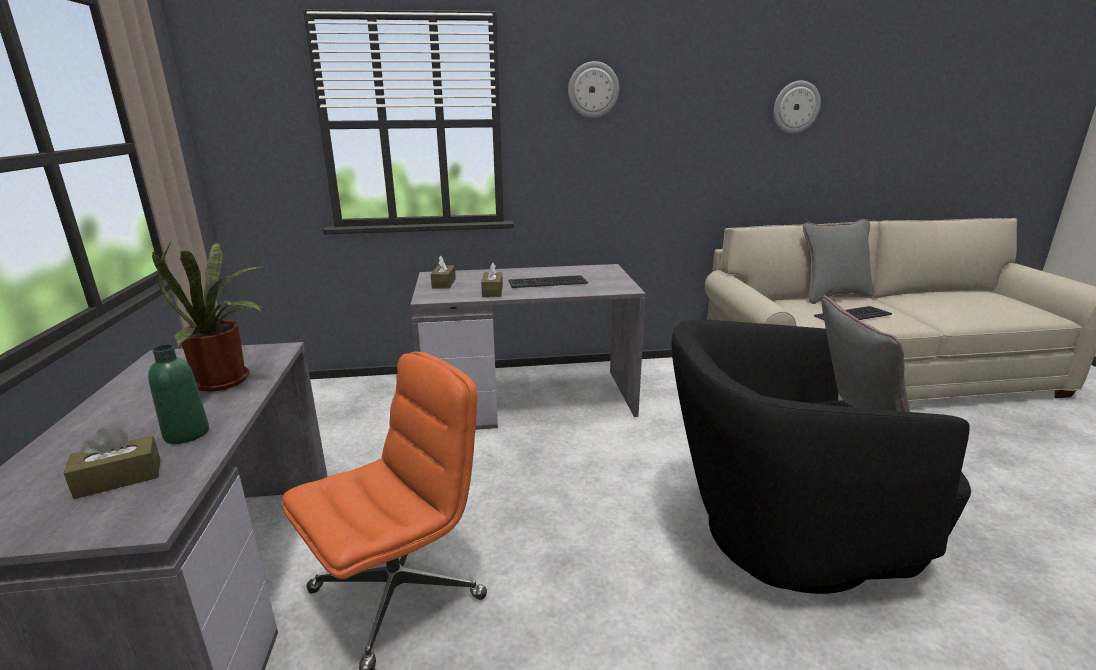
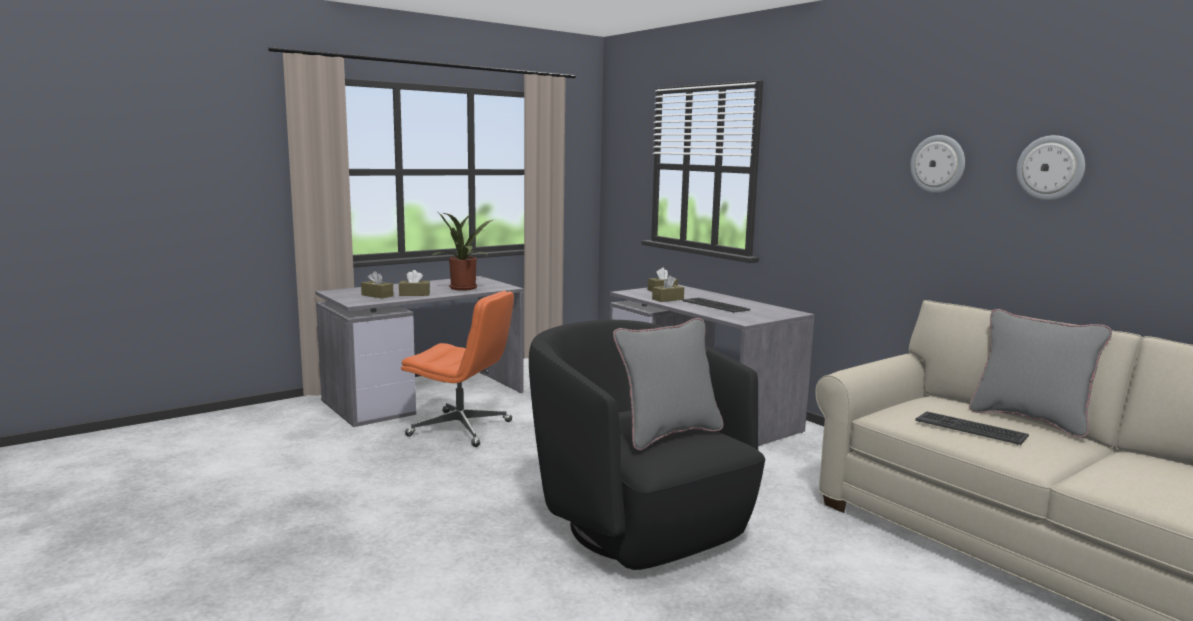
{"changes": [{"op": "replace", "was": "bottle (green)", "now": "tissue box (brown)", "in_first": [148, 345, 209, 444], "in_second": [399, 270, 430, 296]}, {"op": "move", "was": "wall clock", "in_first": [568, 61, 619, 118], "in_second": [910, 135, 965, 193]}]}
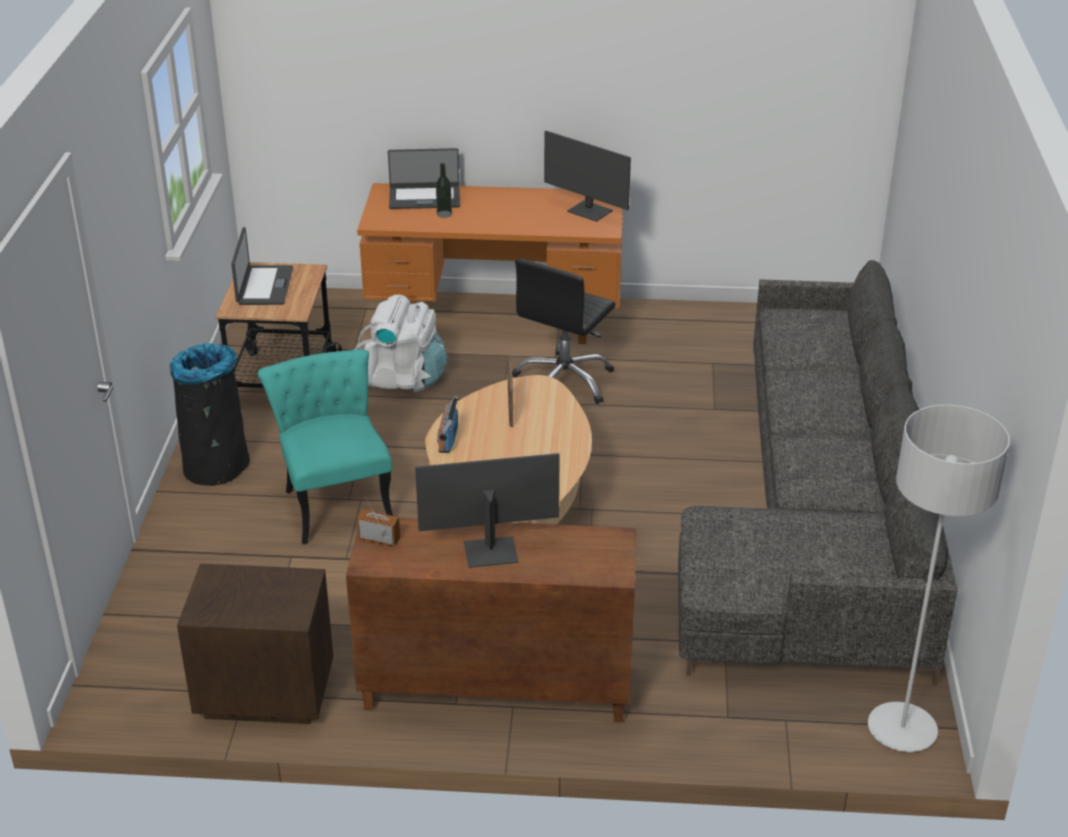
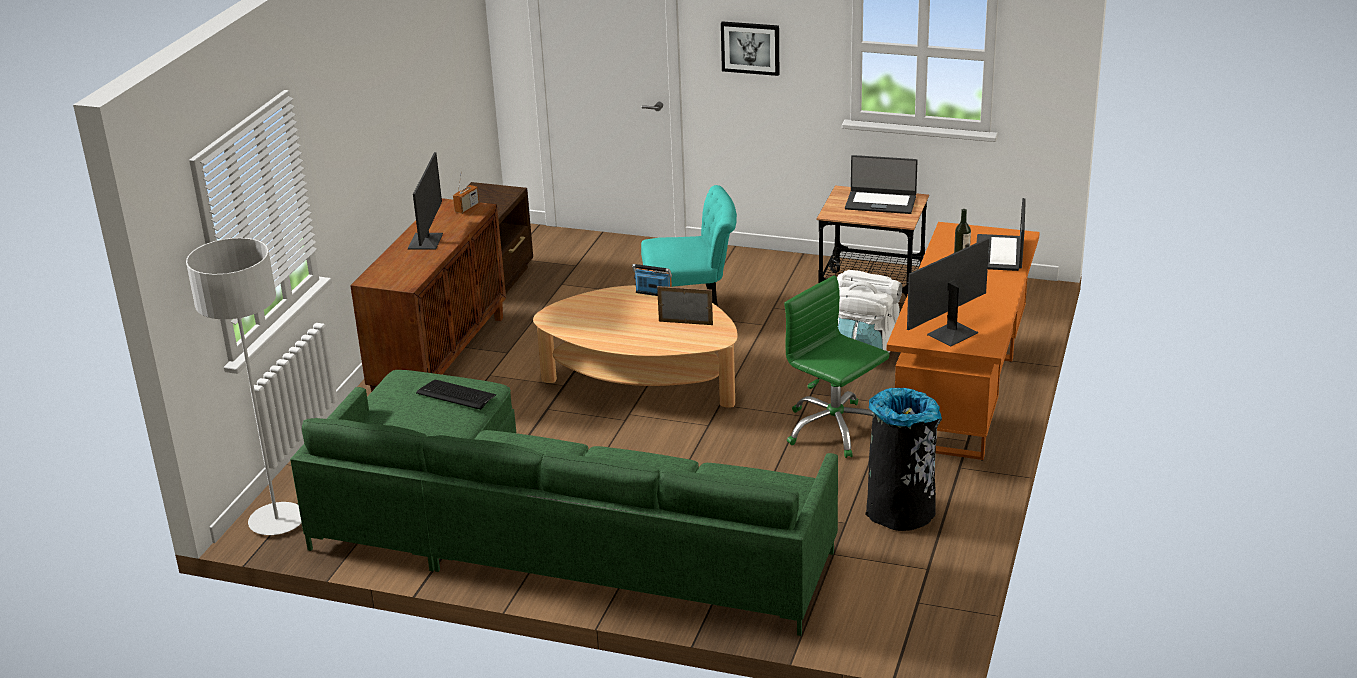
{"changes": [{"op": "recolor", "was": "sofa (grey)", "now": "sofa (green)", "in_first": [678, 260, 958, 686], "in_second": [290, 370, 838, 636]}, {"op": "insert", "now": "keyboard", "in_second": [416, 379, 496, 409]}, {"op": "insert", "now": "picture", "in_second": [721, 21, 779, 76]}, {"op": "recolor", "was": "office chair (black)", "now": "office chair (green)", "in_first": [512, 259, 615, 404], "in_second": [784, 275, 890, 458]}, {"op": "move", "was": "trash can (black)", "in_first": [170, 343, 250, 486], "in_second": [865, 388, 942, 531]}]}
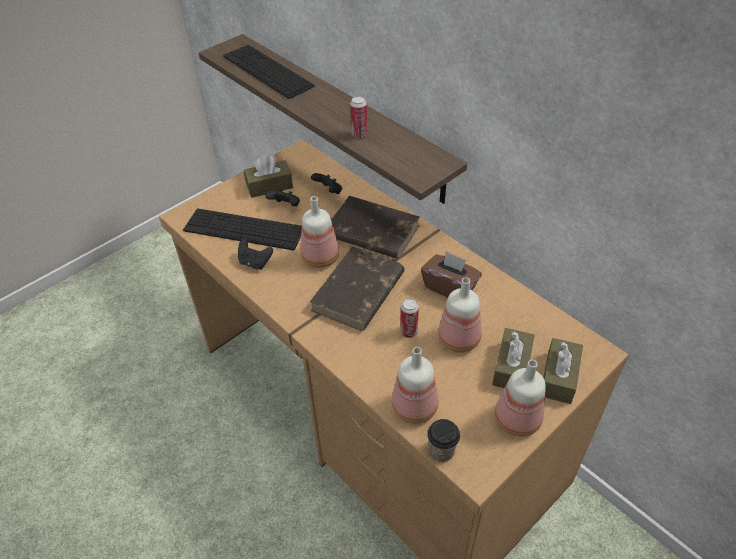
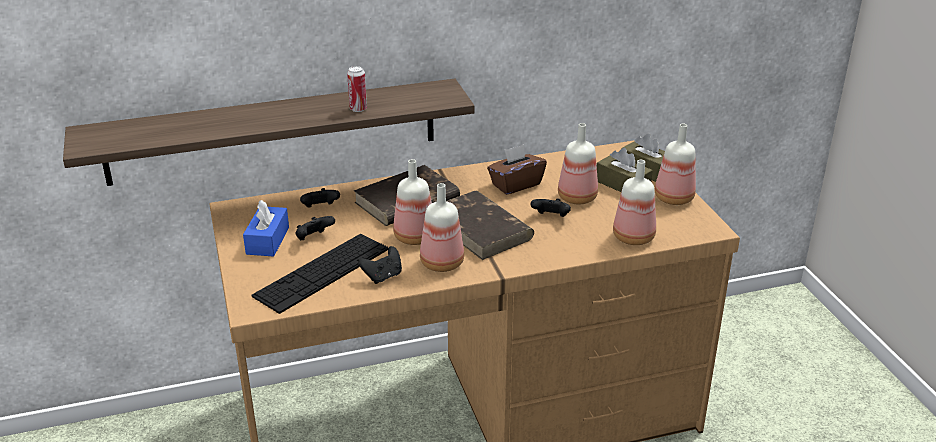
{"changes": [{"op": "recolor", "was": "tissue box (brown)", "now": "tissue box (blue)", "in_first": [244, 155, 293, 198], "in_second": [243, 200, 289, 257]}, {"op": "insert", "now": "bottle", "in_second": [420, 183, 464, 272]}, {"op": "replace", "was": "can", "now": "game controller (black)", "in_first": [400, 298, 419, 338], "in_second": [530, 199, 571, 217]}, {"op": "delete", "was": "keyboard", "in_first": [223, 45, 315, 99]}, {"op": "delete", "was": "cup", "in_first": [427, 419, 460, 462]}]}
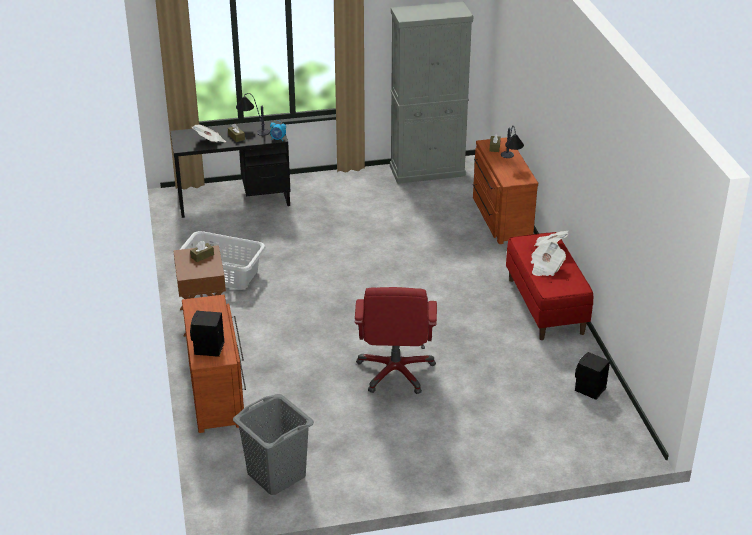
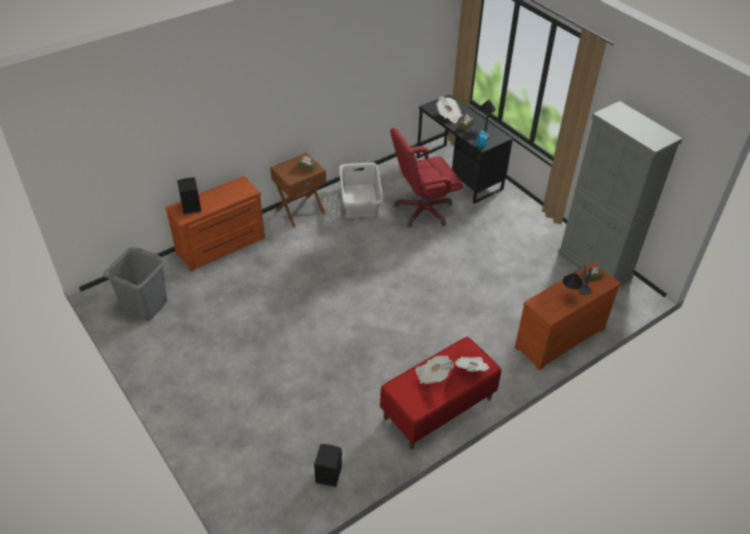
{"changes": [{"op": "move", "was": "office chair (red)", "in_first": [355, 287, 437, 394], "in_second": [390, 128, 463, 227]}]}
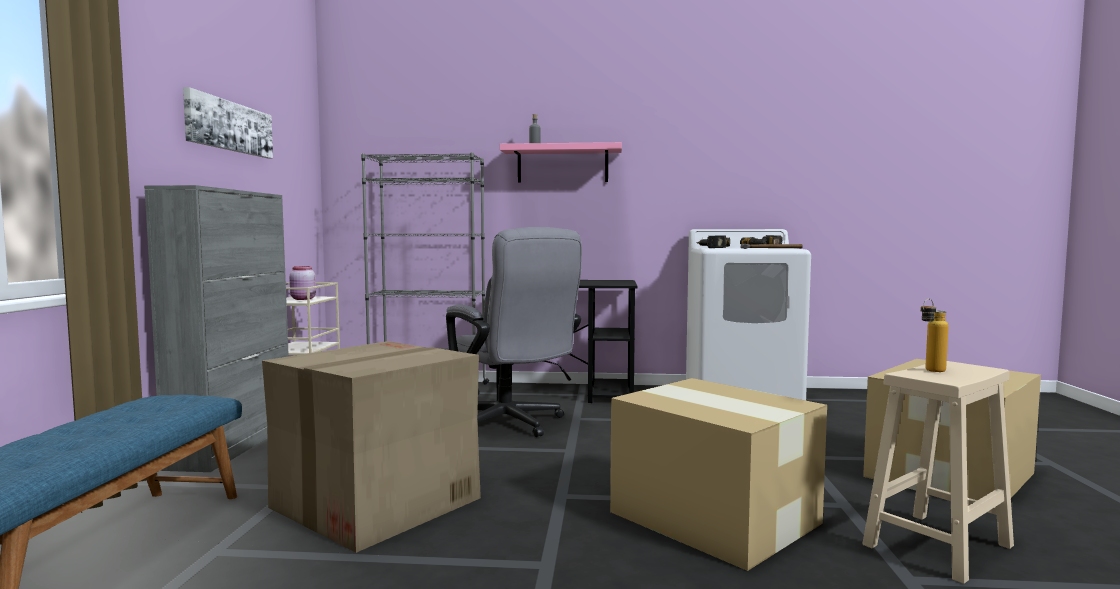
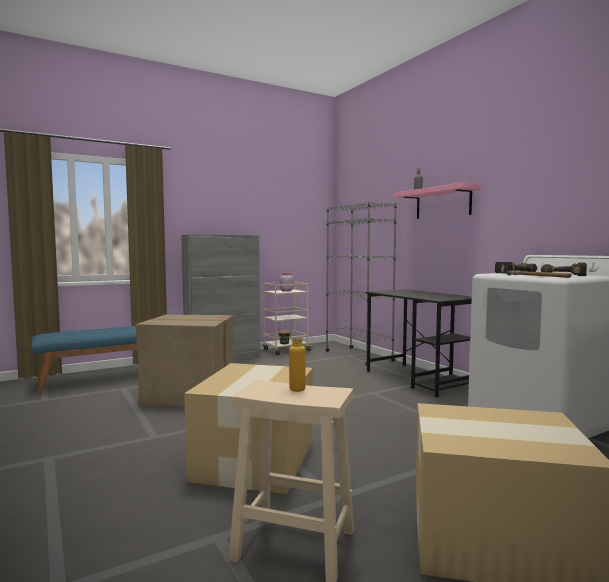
{"changes": [{"op": "delete", "was": "picture", "in_first": [183, 87, 273, 158]}, {"op": "delete", "was": "office chair (grey)", "in_first": [446, 227, 582, 437]}]}
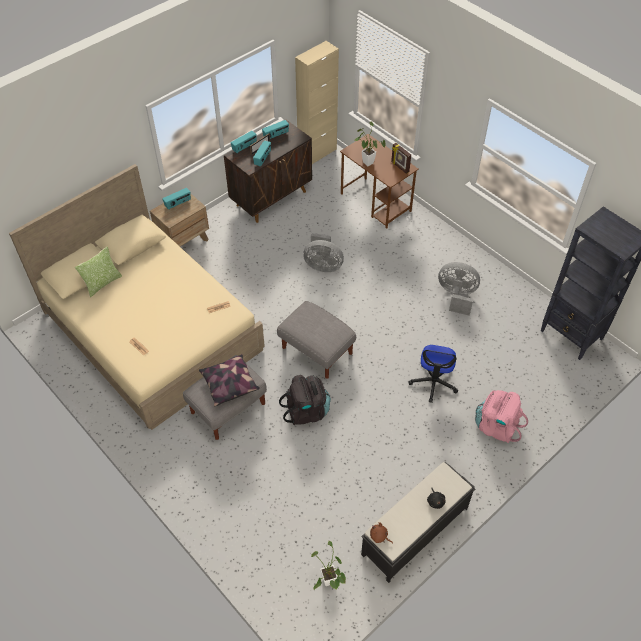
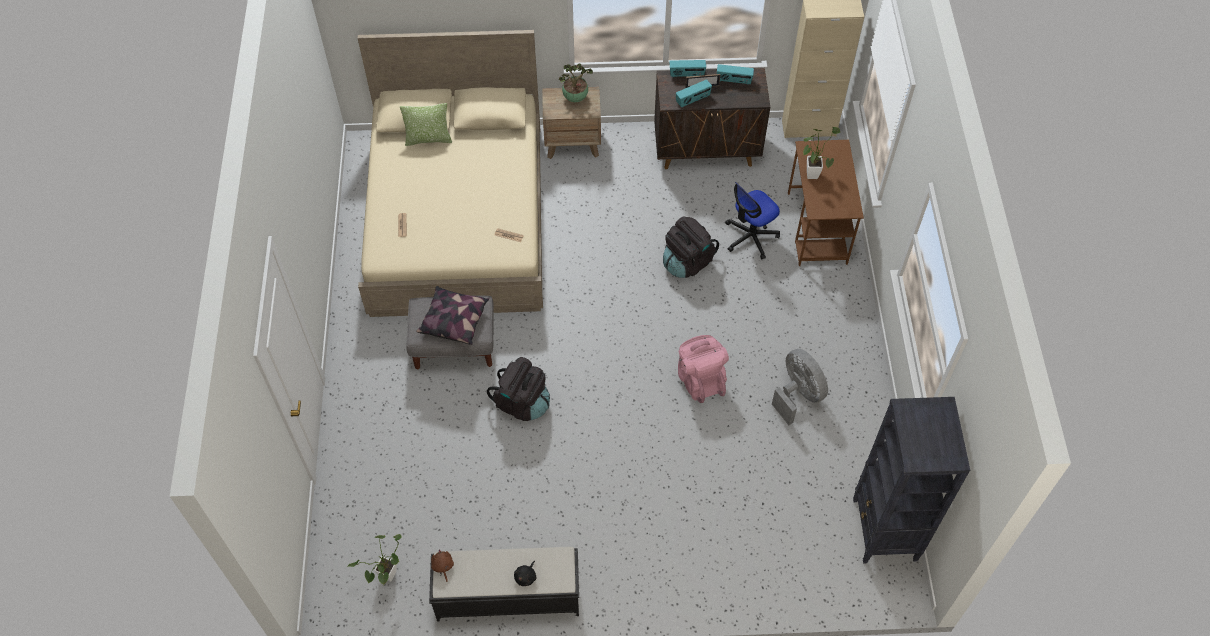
{"changes": [{"op": "replace", "was": "radio", "now": "potted plant", "in_first": [162, 188, 191, 210], "in_second": [559, 63, 593, 102]}, {"op": "replace", "was": "fan (grey)", "now": "backpack (black)", "in_first": [303, 233, 344, 272], "in_second": [663, 216, 719, 278]}, {"op": "move", "was": "backpack (pink)", "in_first": [475, 390, 528, 443], "in_second": [678, 335, 729, 403]}, {"op": "move", "was": "office chair", "in_first": [408, 345, 458, 402], "in_second": [725, 182, 780, 259]}, {"op": "delete", "was": "ottoman (grey)", "in_first": [277, 301, 356, 379]}, {"op": "delete", "was": "picture frame", "in_first": [391, 143, 411, 174]}]}
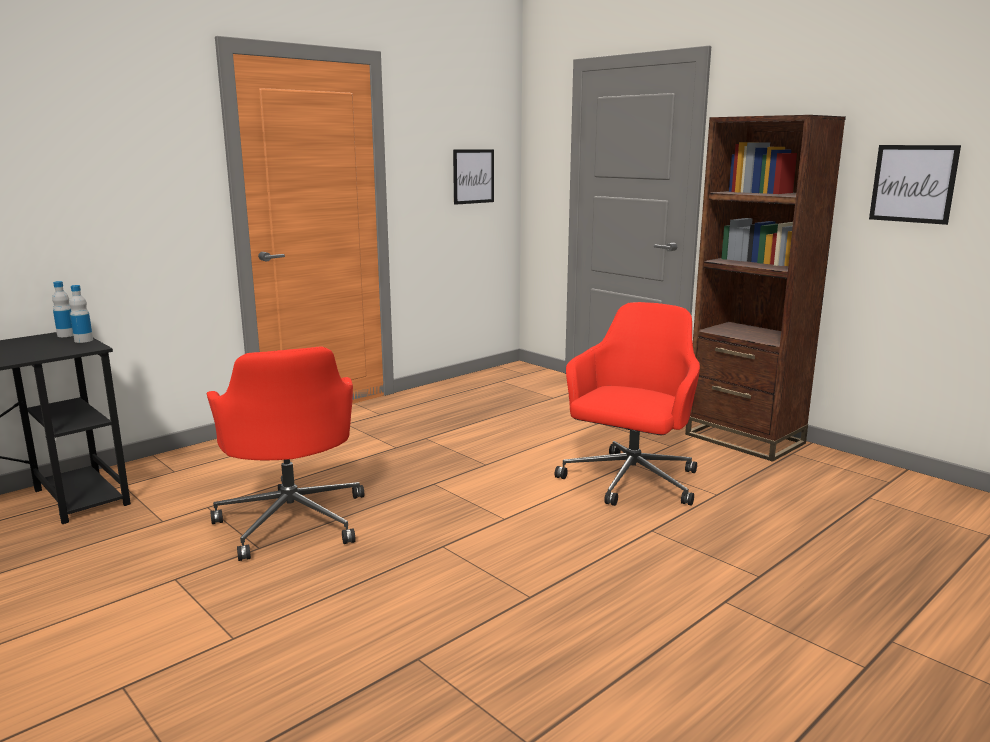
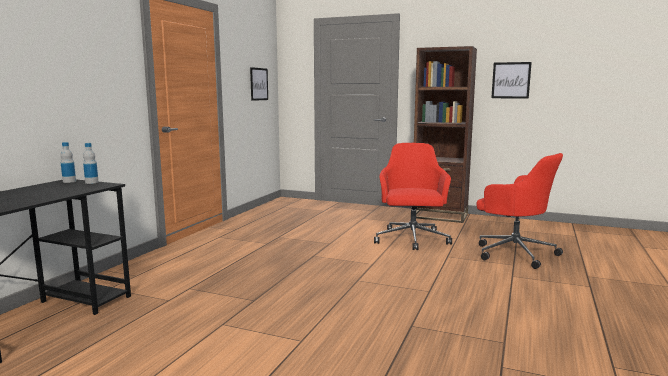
{"changes": [{"op": "move", "was": "office chair (red)", "in_first": [207, 346, 364, 561], "in_second": [477, 153, 563, 269]}]}
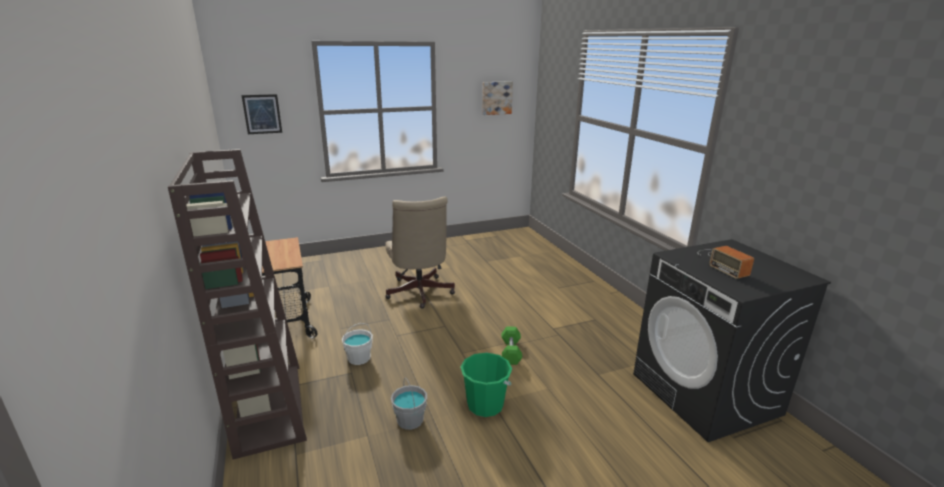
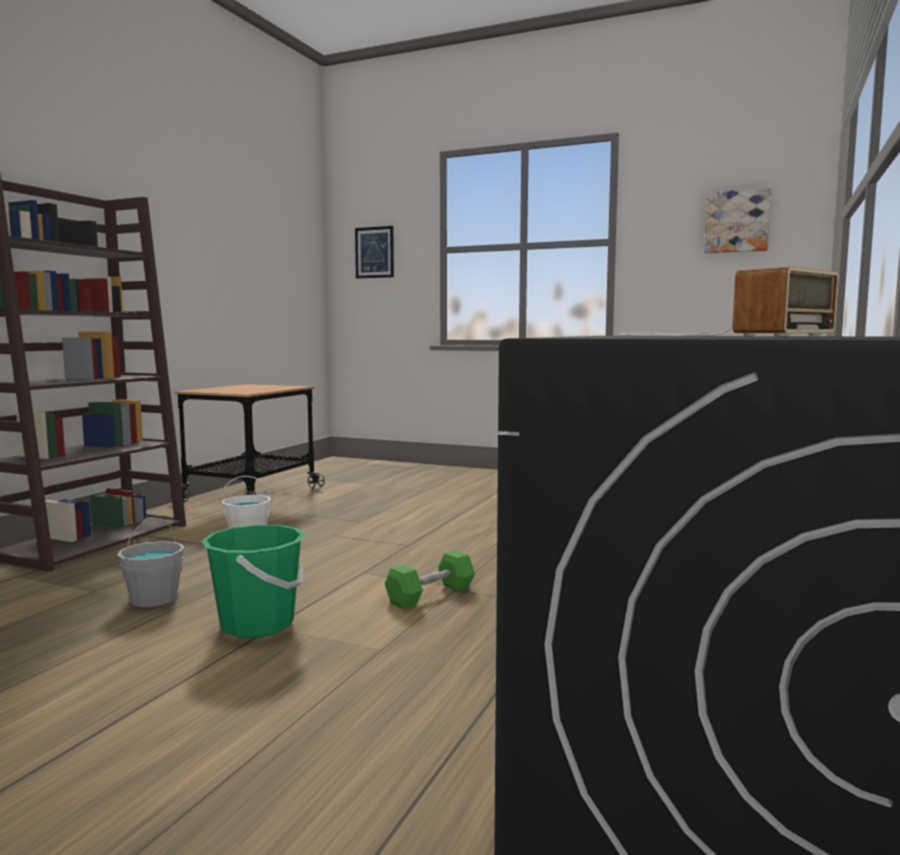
{"changes": [{"op": "rotate", "was": "radio", "in_first": [699, 246, 754, 279], "in_second": [617, 267, 839, 336], "clockwise": -150}, {"op": "delete", "was": "office chair (beige)", "in_first": [385, 196, 455, 309]}]}
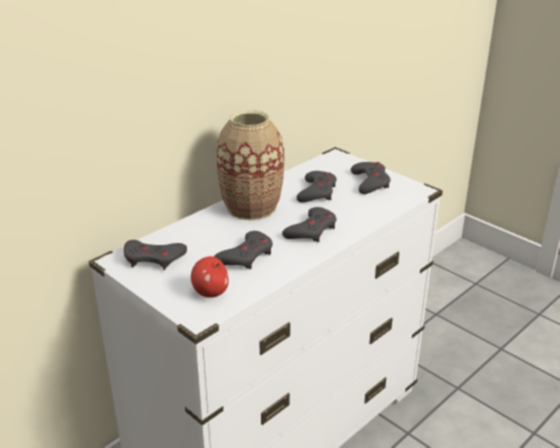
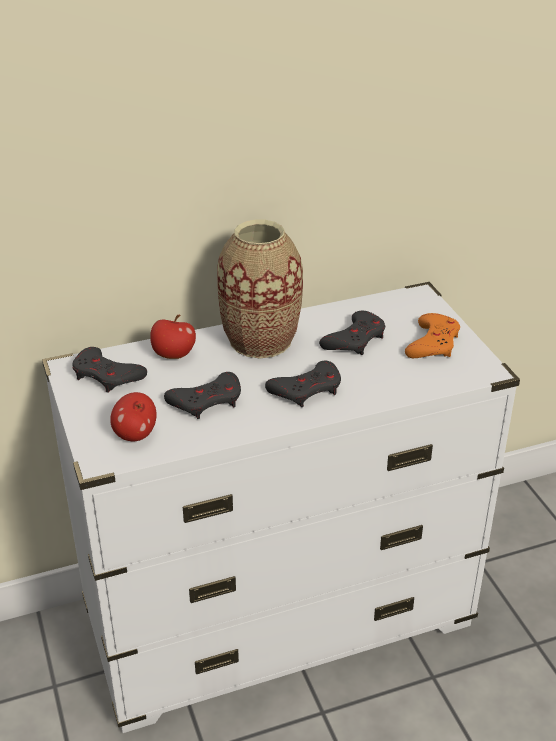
{"changes": [{"op": "insert", "now": "apple", "in_second": [150, 315, 196, 359]}, {"op": "recolor", "was": "game controller (grey)", "now": "game controller (orange)", "in_first": [351, 162, 391, 194], "in_second": [405, 313, 460, 358]}]}
